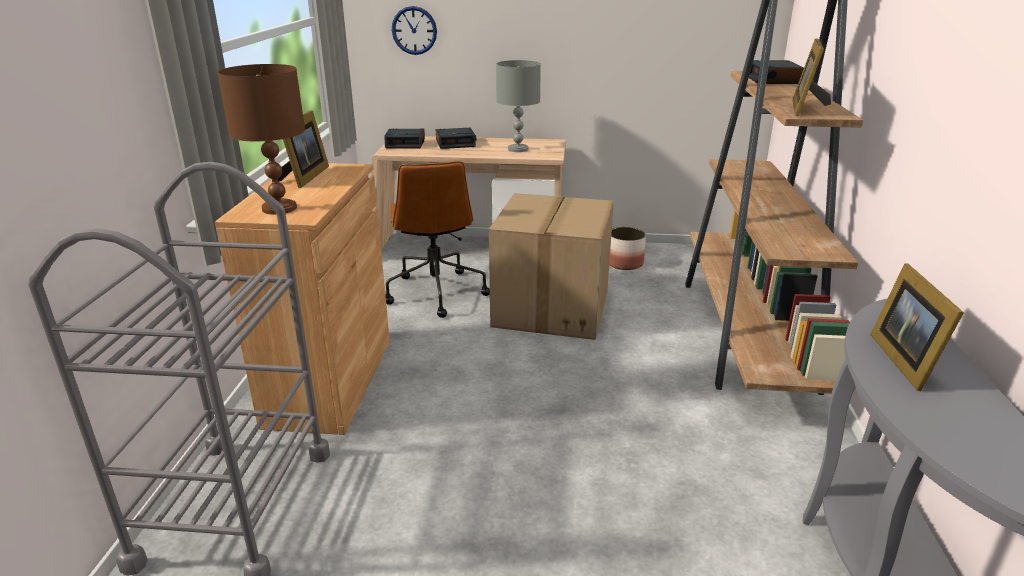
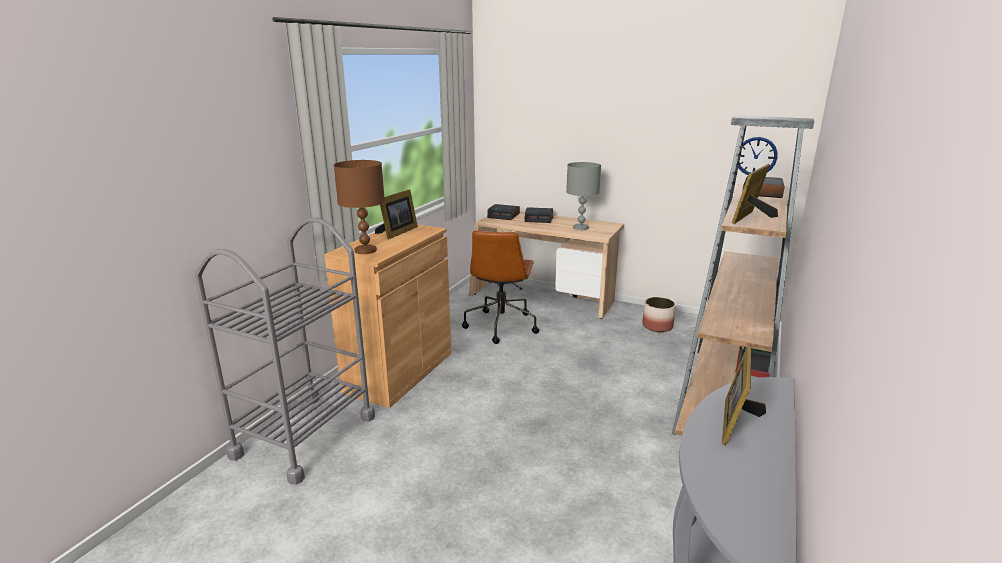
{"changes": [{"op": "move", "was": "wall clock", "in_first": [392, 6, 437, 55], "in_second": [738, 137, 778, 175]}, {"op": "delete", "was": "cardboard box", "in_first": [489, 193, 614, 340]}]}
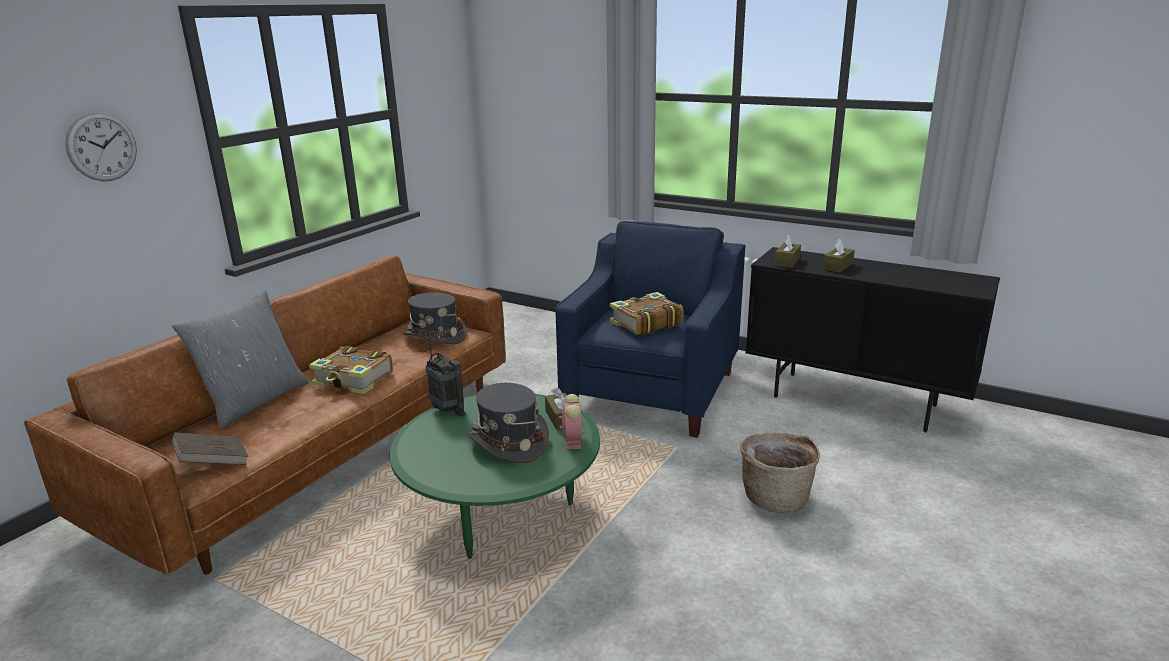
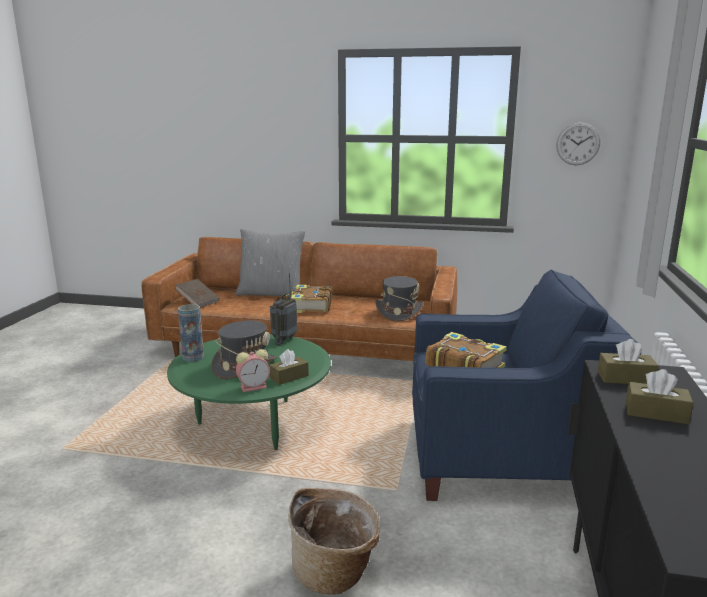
{"changes": [{"op": "insert", "now": "vase", "in_second": [178, 304, 204, 362]}, {"op": "move", "was": "wall clock", "in_first": [65, 112, 137, 181], "in_second": [556, 122, 600, 165]}]}
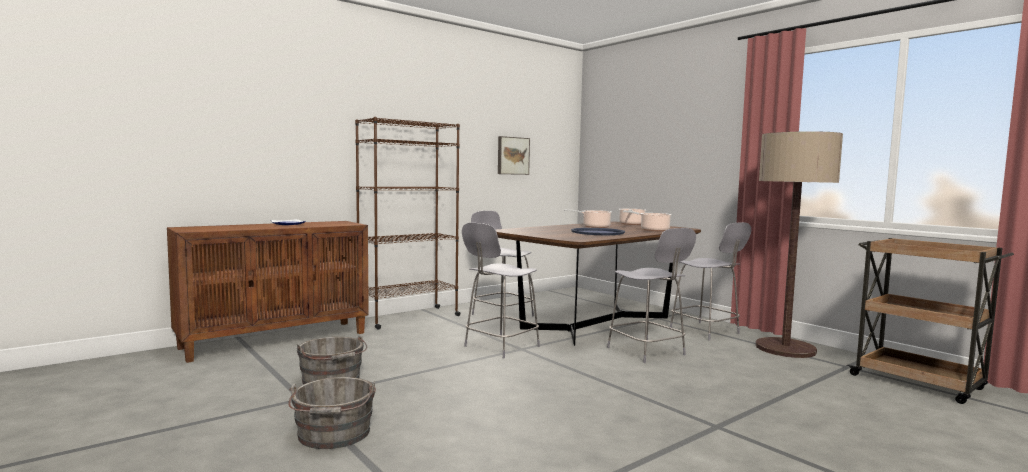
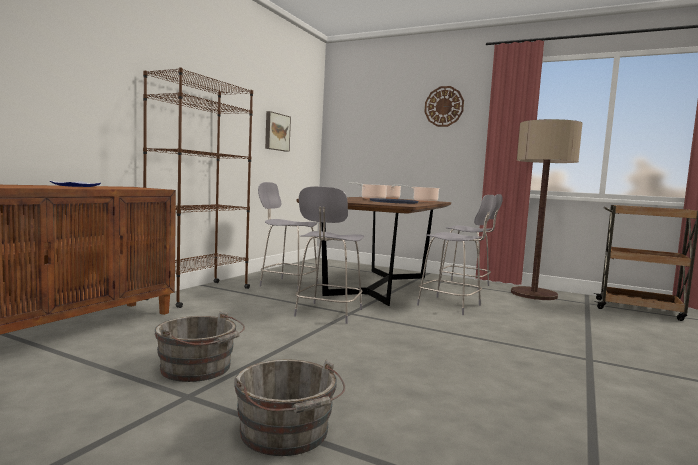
{"changes": [{"op": "insert", "now": "wall clock", "in_second": [424, 86, 464, 127]}]}
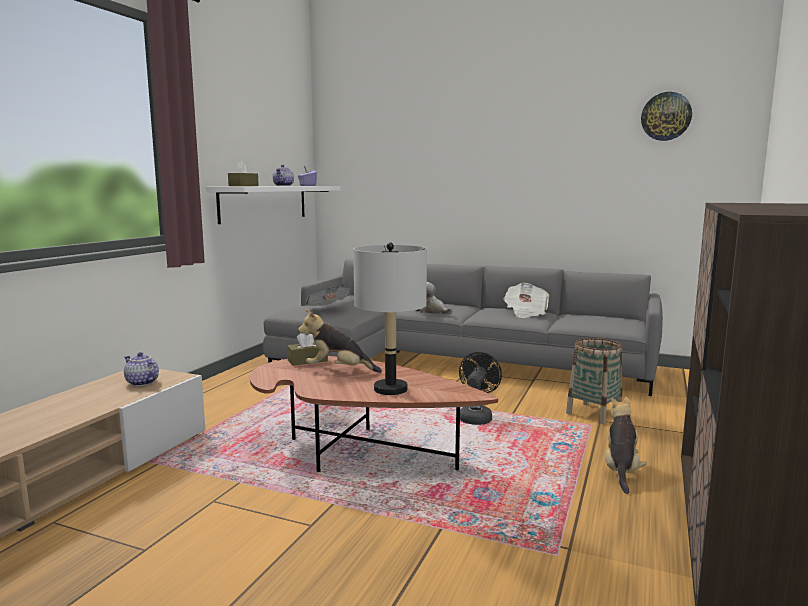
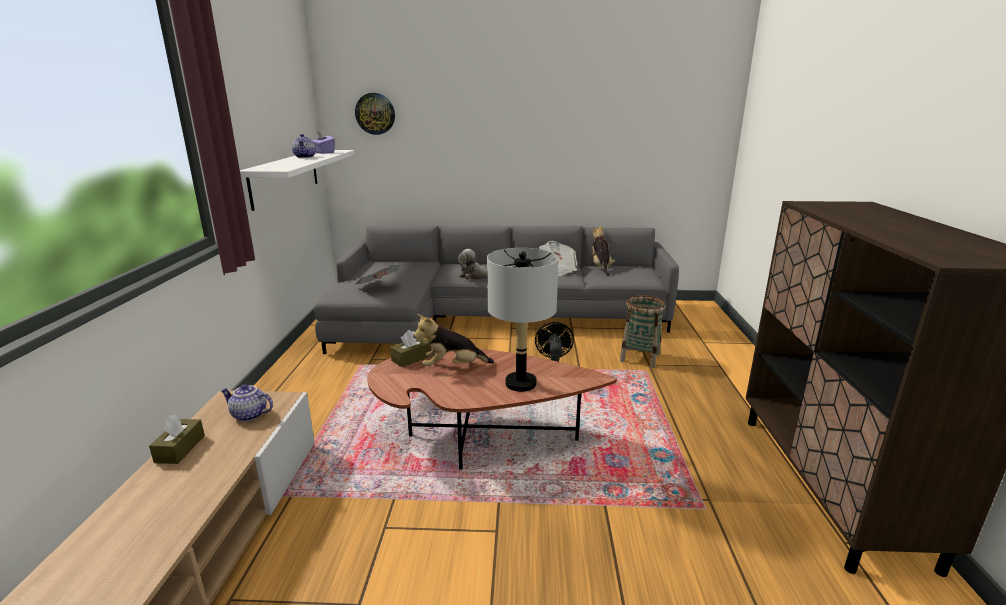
{"changes": [{"op": "move", "was": "tissue box (brown)", "in_first": [228, 161, 259, 186], "in_second": [149, 414, 205, 464]}, {"op": "move", "was": "wall clock", "in_first": [641, 92, 692, 141], "in_second": [355, 93, 395, 135]}, {"op": "move", "was": "plush toy", "in_first": [605, 397, 647, 494], "in_second": [592, 226, 615, 276]}]}
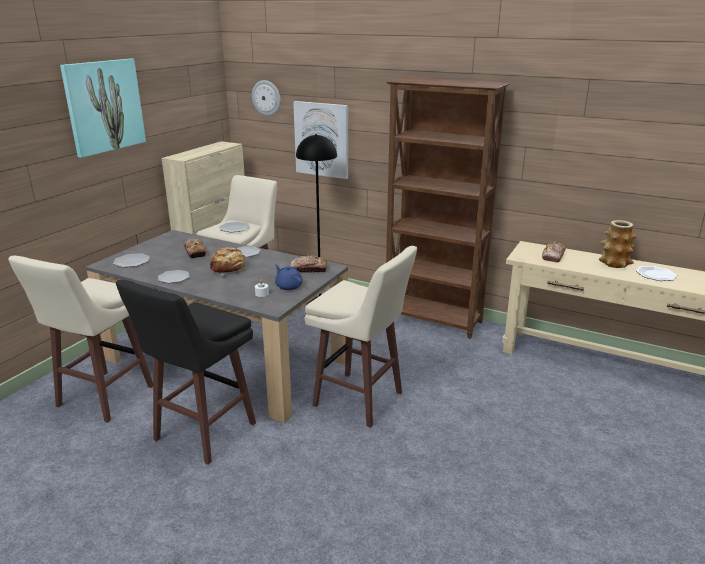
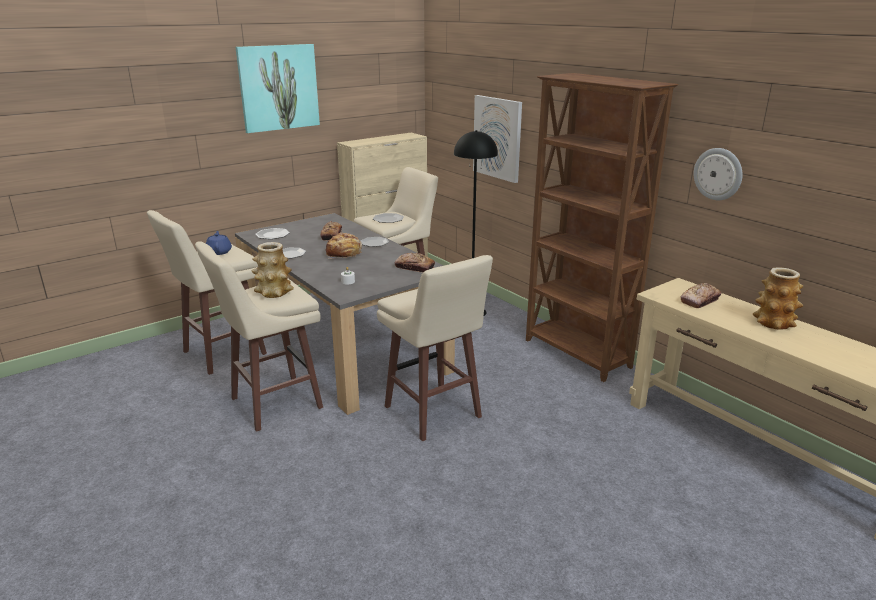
{"changes": [{"op": "recolor", "was": "stool (black)", "now": "stool (beige)", "in_first": [116, 280, 256, 465], "in_second": [195, 241, 323, 432]}, {"op": "move", "was": "teapot (blue)", "in_first": [275, 264, 303, 290], "in_second": [206, 231, 232, 255]}, {"op": "insert", "now": "vase", "in_second": [252, 242, 294, 298]}, {"op": "move", "was": "wall clock", "in_first": [252, 80, 281, 116], "in_second": [694, 148, 743, 200]}, {"op": "delete", "was": "plate", "in_first": [636, 266, 677, 281]}]}
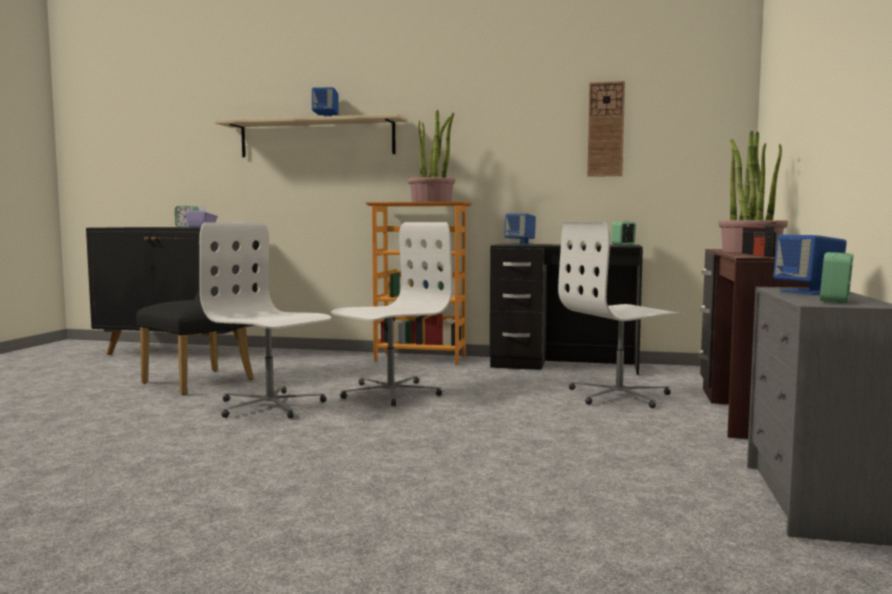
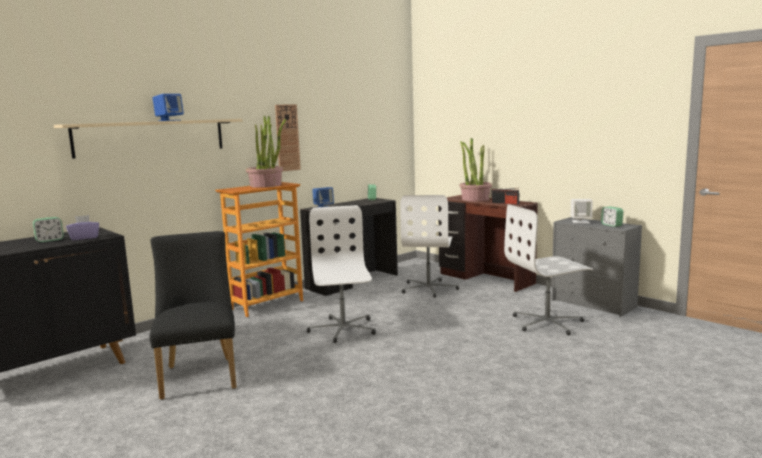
{"changes": [{"op": "move", "was": "wall clock", "in_first": [587, 81, 625, 177], "in_second": [275, 104, 301, 172]}, {"op": "move", "was": "office chair (white)", "in_first": [199, 222, 331, 418], "in_second": [504, 204, 593, 335]}, {"op": "recolor", "was": "speaker (blue)", "now": "speaker (white)", "in_first": [773, 234, 847, 295], "in_second": [571, 199, 593, 223]}]}
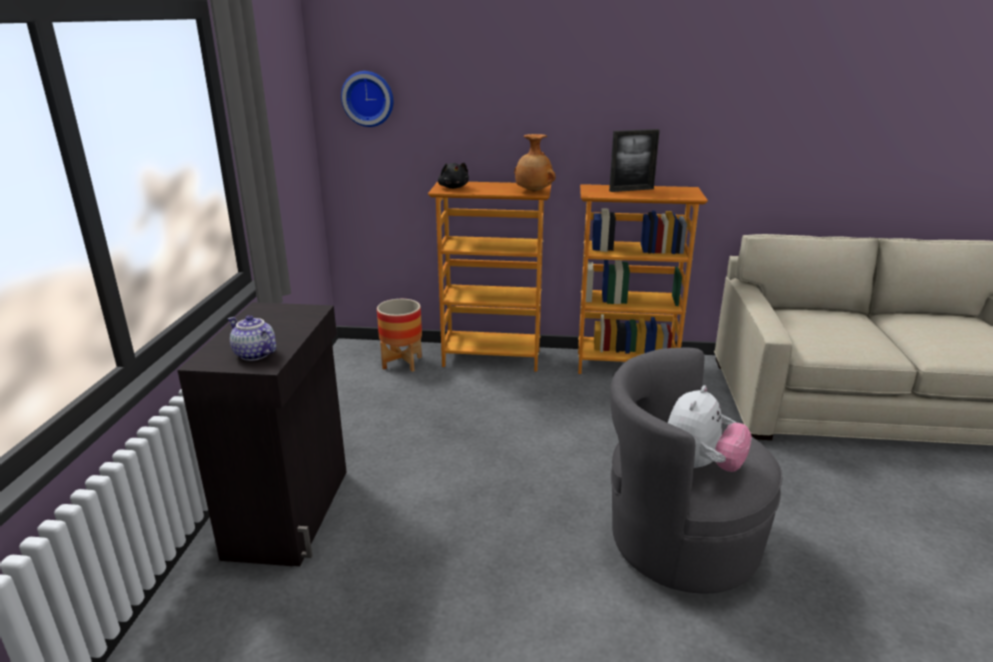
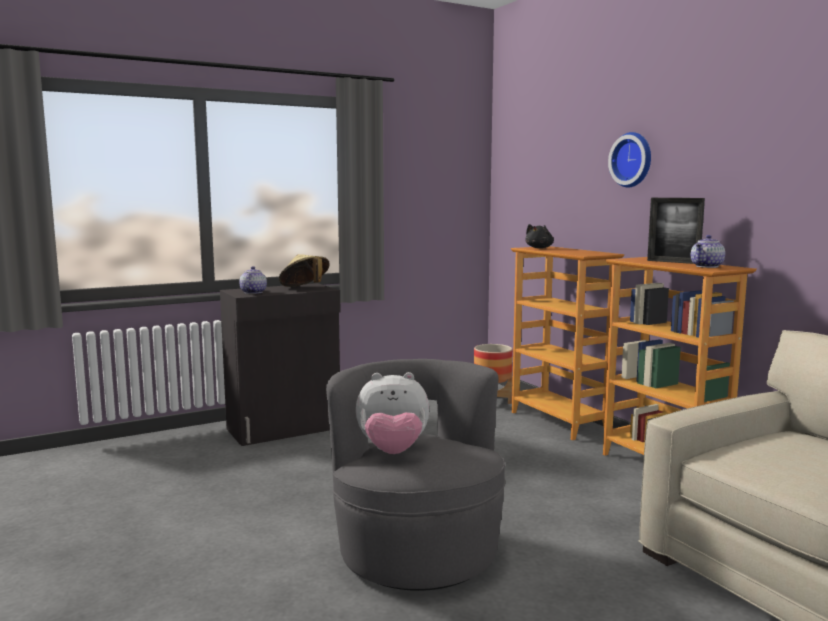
{"changes": [{"op": "insert", "now": "hat (beige)", "in_second": [279, 254, 330, 287]}, {"op": "move", "was": "wall clock", "in_first": [341, 71, 393, 127], "in_second": [608, 132, 651, 188]}, {"op": "insert", "now": "teapot", "in_second": [691, 235, 725, 268]}, {"op": "delete", "was": "vase (brown)", "in_first": [514, 134, 556, 192]}]}
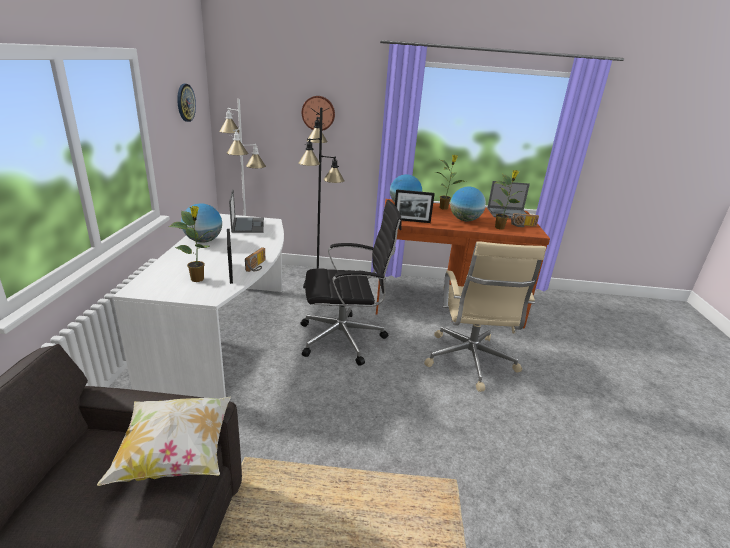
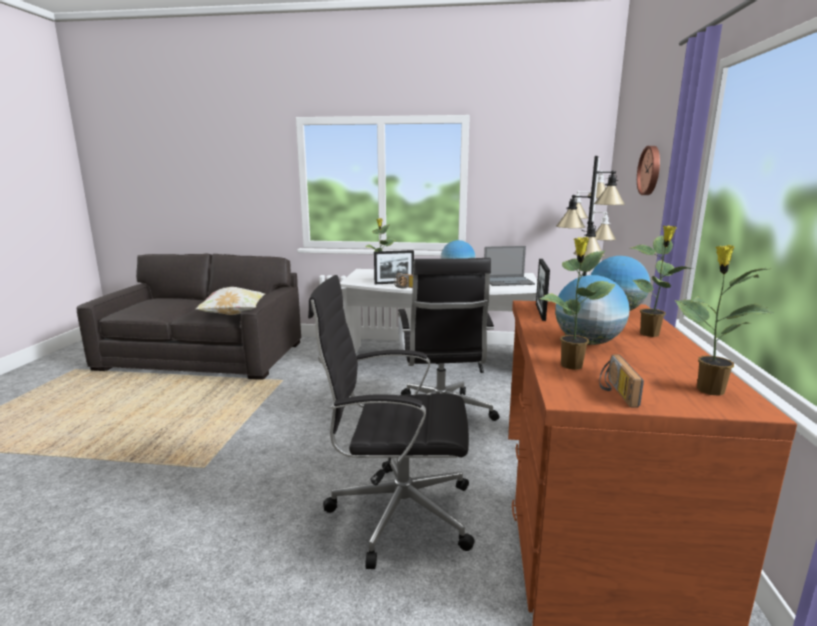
{"changes": [{"op": "recolor", "was": "office chair (beige)", "now": "office chair (black)", "in_first": [424, 241, 546, 392], "in_second": [308, 275, 475, 569]}, {"op": "replace", "was": "laptop", "now": "potted plant", "in_first": [487, 181, 530, 218], "in_second": [675, 245, 774, 396]}, {"op": "delete", "was": "wall clock", "in_first": [177, 84, 196, 122]}]}
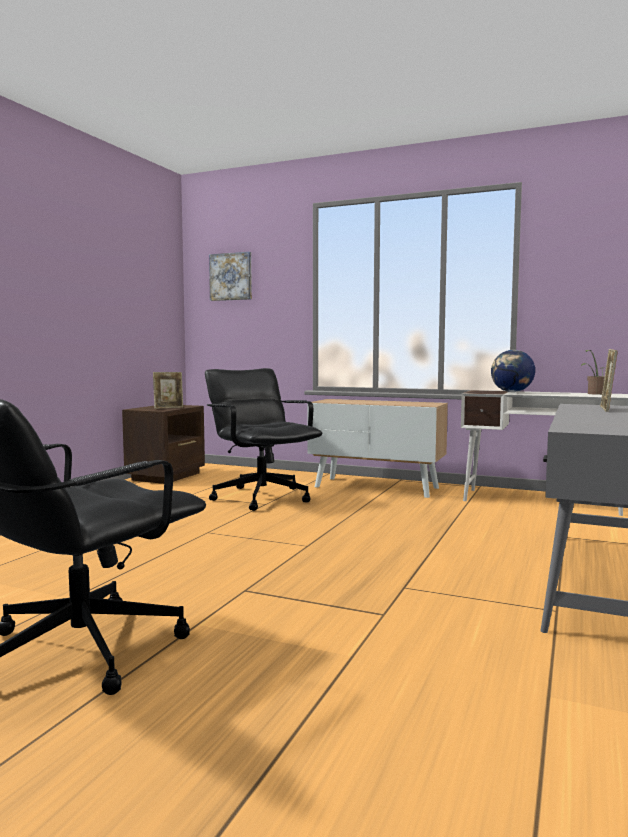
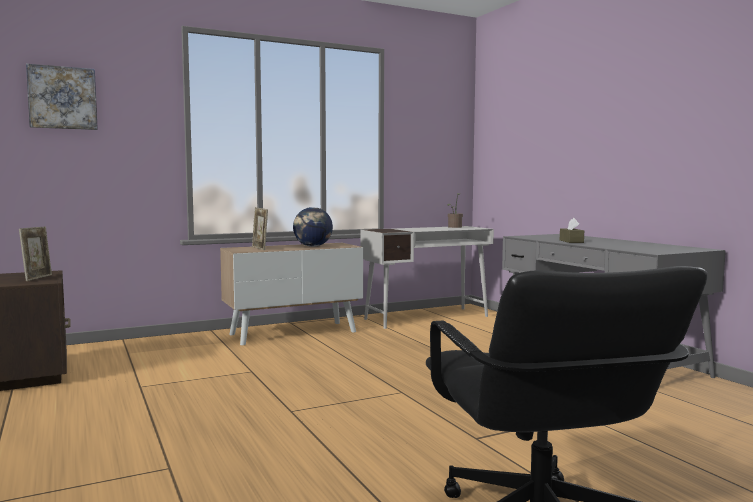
{"changes": [{"op": "move", "was": "picture frame", "in_first": [600, 349, 618, 412], "in_second": [252, 207, 268, 250]}, {"op": "move", "was": "globe", "in_first": [491, 350, 535, 392], "in_second": [293, 207, 333, 247]}, {"op": "insert", "now": "tissue box (brown)", "in_second": [560, 218, 584, 243]}, {"op": "delete", "was": "office chair (black)", "in_first": [205, 368, 322, 511]}]}
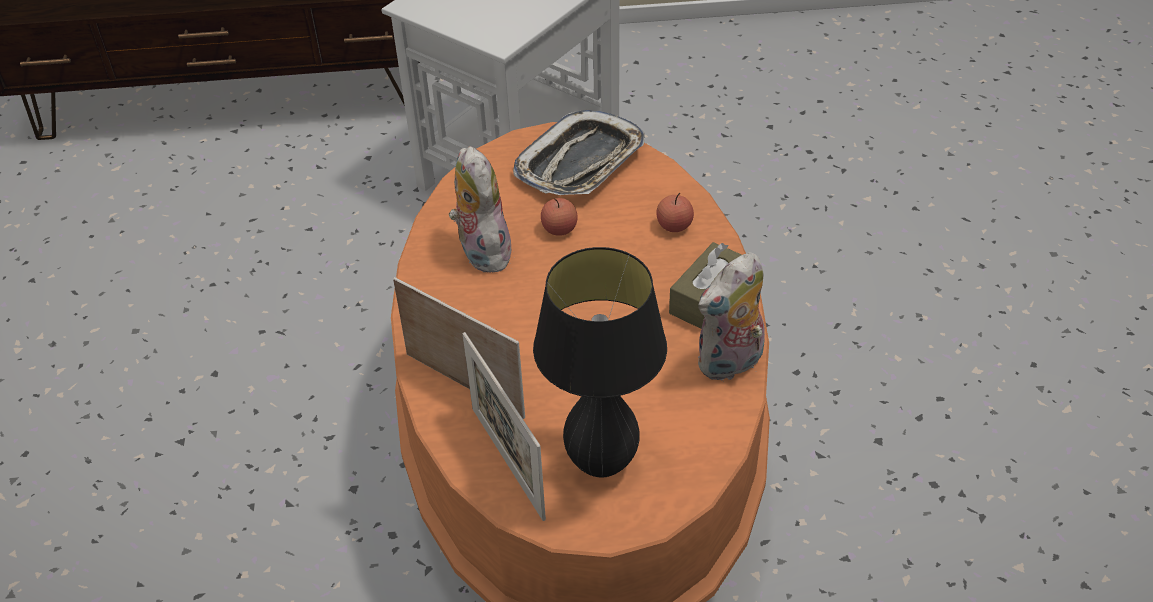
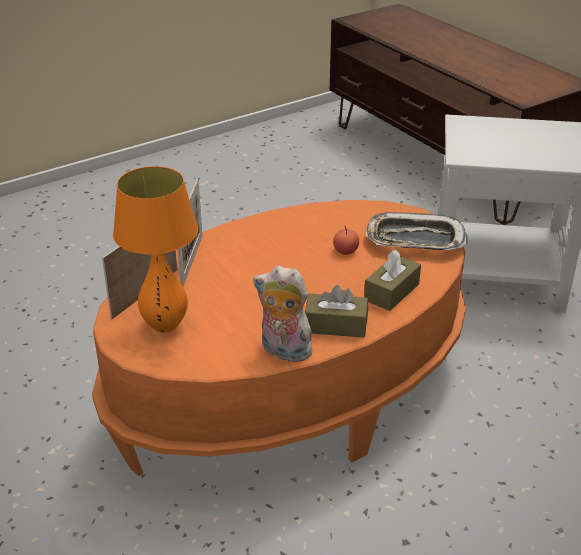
{"changes": [{"op": "recolor", "was": "table lamp (black)", "now": "table lamp (orange)", "in_first": [533, 247, 667, 478], "in_second": [113, 166, 198, 333]}, {"op": "replace", "was": "apple", "now": "tissue box (brown)", "in_first": [656, 193, 694, 232], "in_second": [364, 250, 421, 311]}, {"op": "delete", "was": "plush toy", "in_first": [449, 146, 512, 273]}]}
